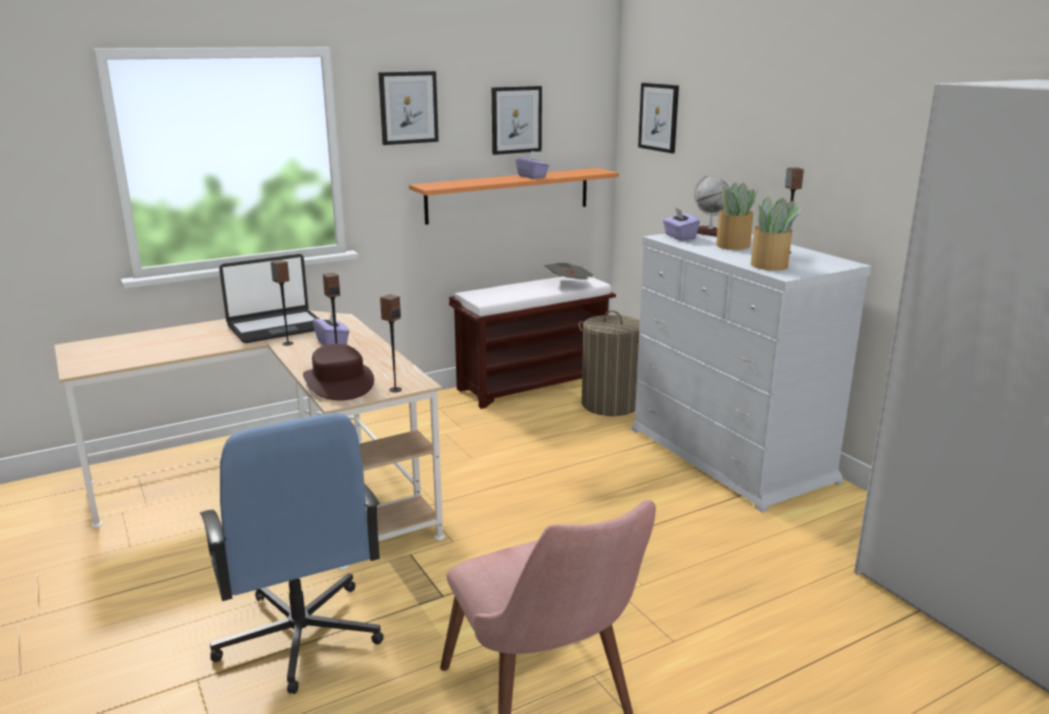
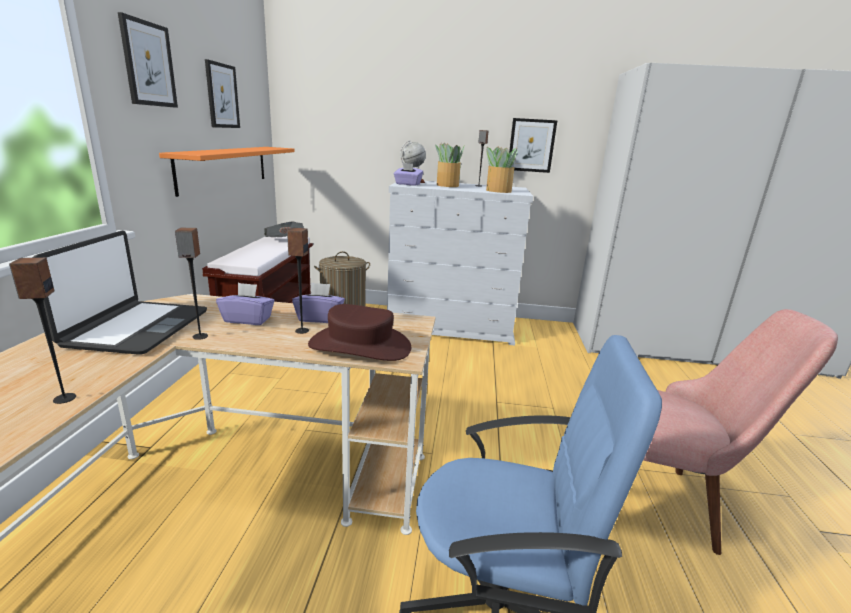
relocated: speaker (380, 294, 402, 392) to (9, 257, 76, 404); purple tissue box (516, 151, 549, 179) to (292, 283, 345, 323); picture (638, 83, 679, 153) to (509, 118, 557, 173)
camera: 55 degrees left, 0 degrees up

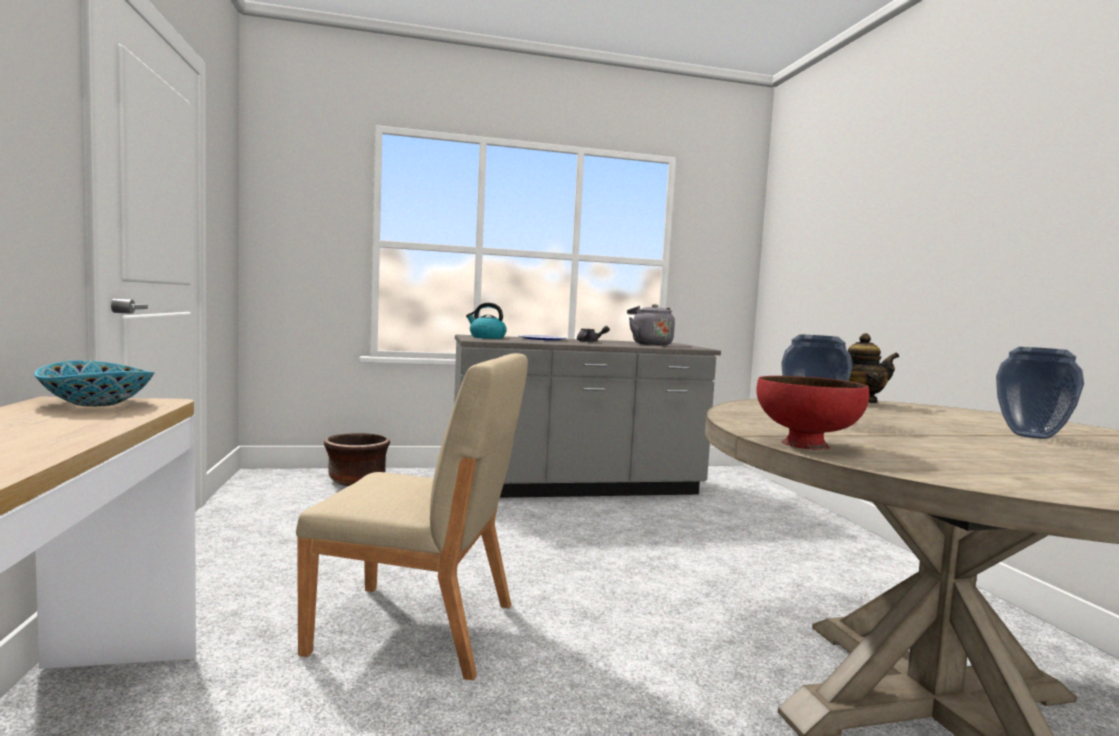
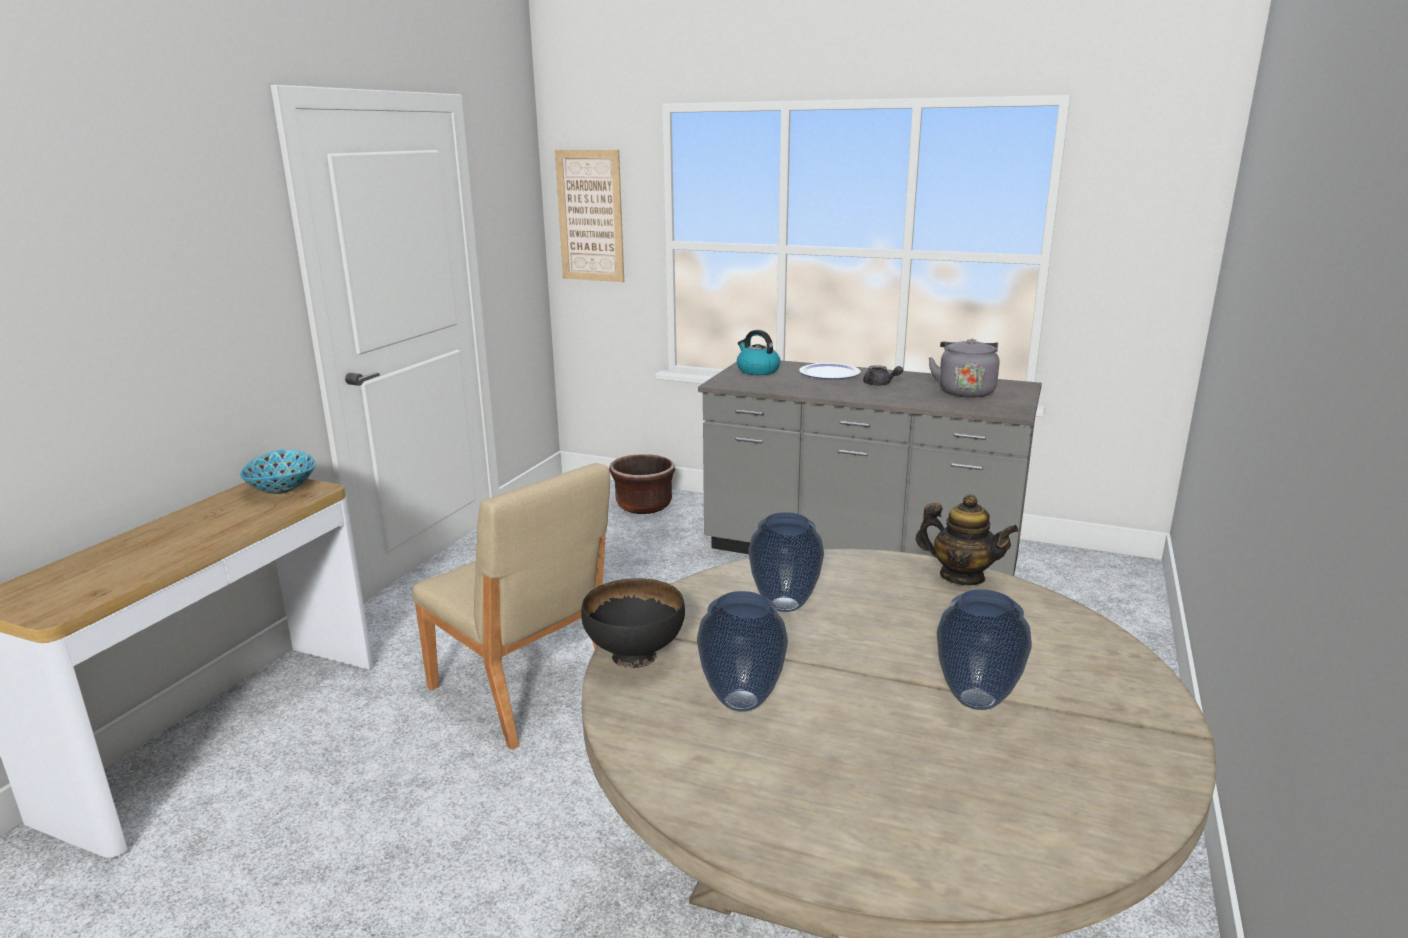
appeared: picture (555, 150, 624, 282); vase (697, 591, 788, 711)
colour: red bowl (756, 376, 869, 449) to black bowl (581, 578, 685, 668)
camera: 35 degrees right, 15 degrees up

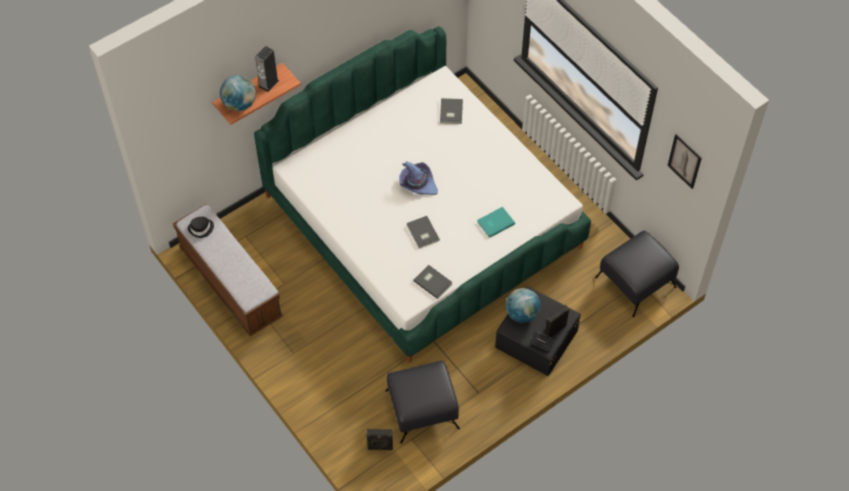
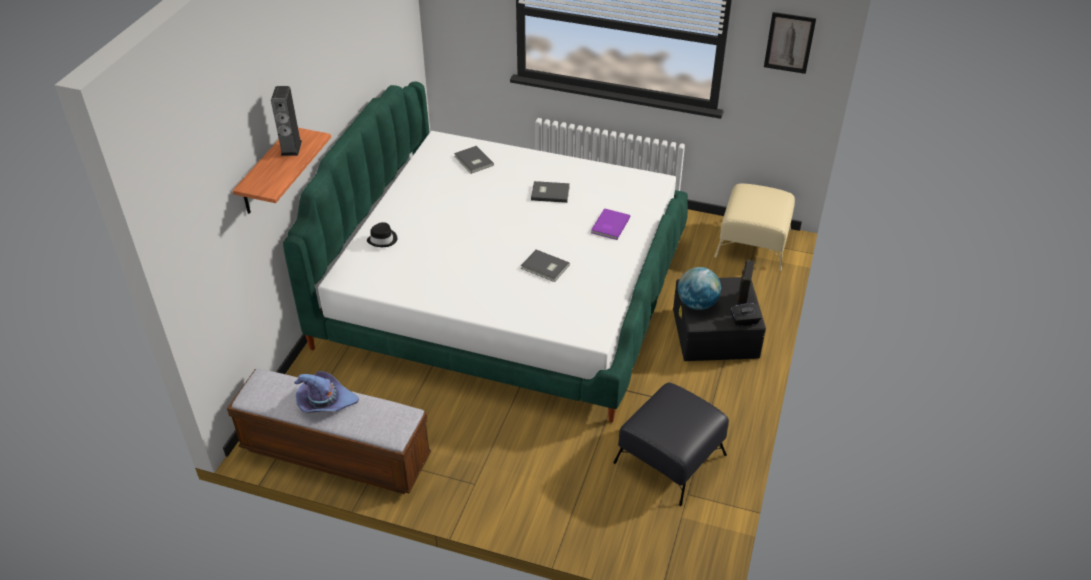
missing: globe (220, 75, 256, 111); black speaker (366, 429, 393, 451)
relocated: black hat (188, 216, 214, 238) to (367, 222, 397, 247); purple hat (399, 161, 438, 195) to (294, 371, 359, 412); grey book (413, 265, 452, 299) to (531, 181, 570, 203)
colour: turquoise book (477, 207, 515, 238) to purple book (591, 208, 630, 240); black ottoman (595, 231, 679, 317) to beige ottoman (714, 184, 795, 271)
camera: 35 degrees left, 15 degrees down

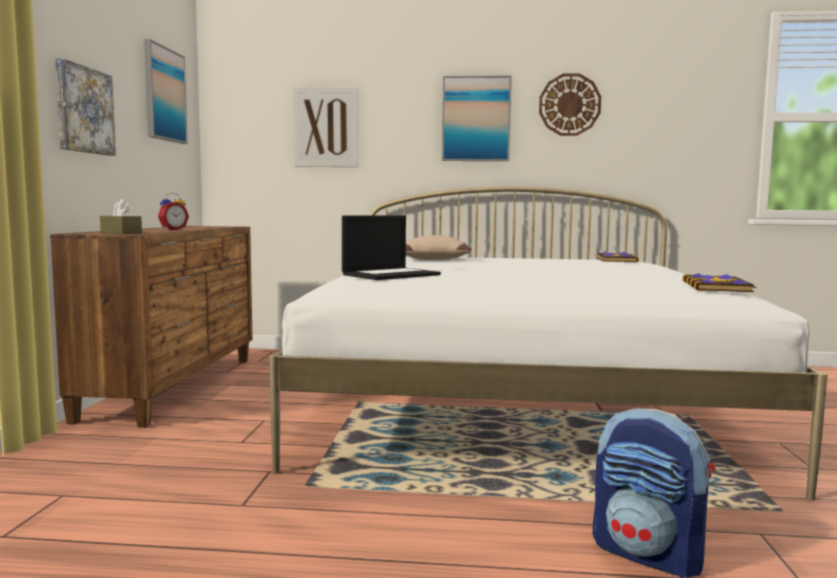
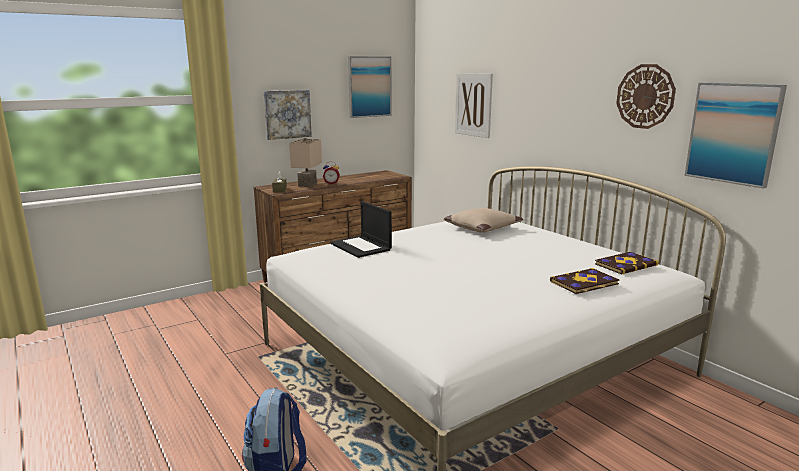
appeared: beige table lamp (289, 138, 322, 187)
relocated: picture (442, 75, 512, 161) to (684, 83, 787, 189); book (682, 273, 757, 292) to (550, 268, 619, 294)
spun: laptop (342, 216, 441, 280) = (330, 201, 392, 258) 45 degrees clockwise
camera: 50 degrees right, 10 degrees up

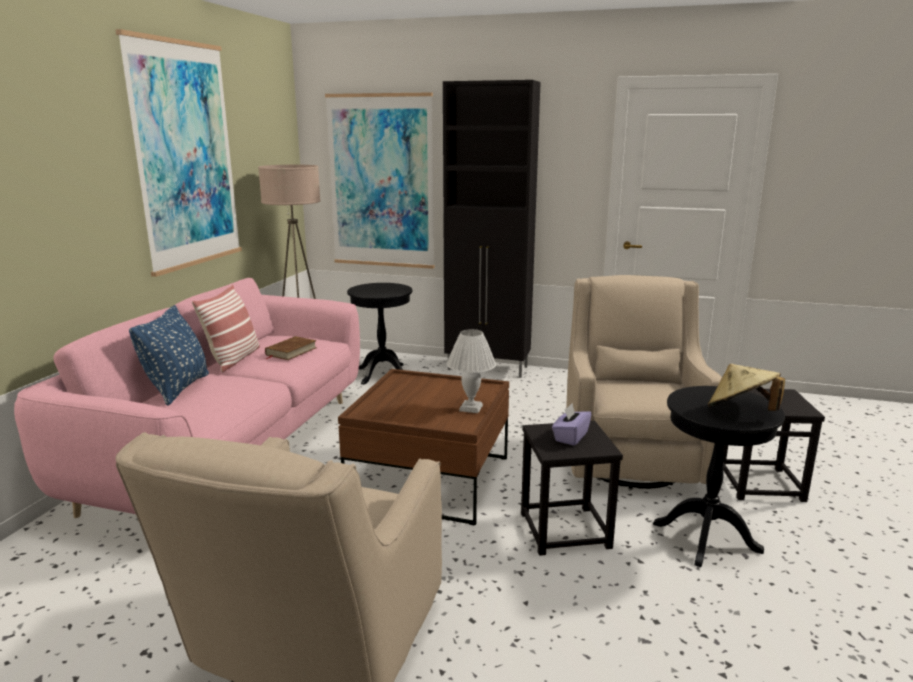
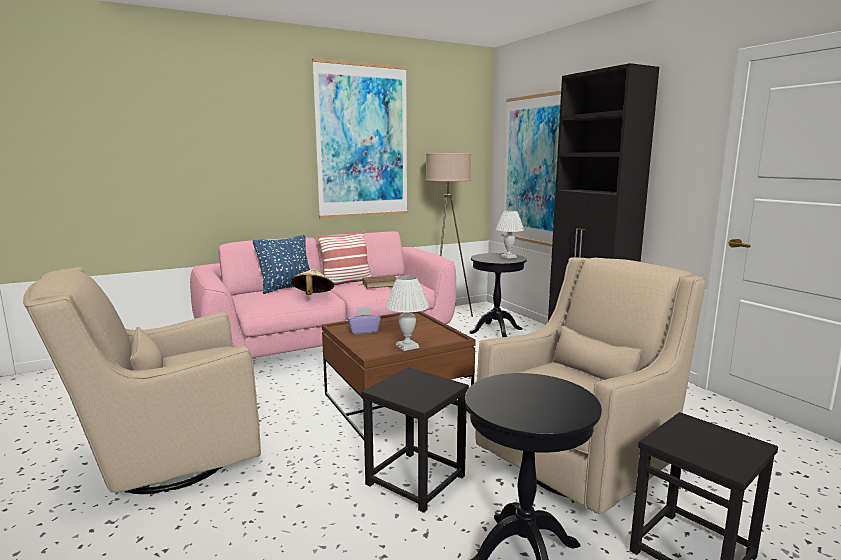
appeared: white table lamp (495, 210, 524, 259)
relocated: purple tissue box (552, 403, 592, 446) to (347, 307, 381, 334); beige hat (708, 364, 785, 411) to (291, 269, 334, 295)
camera: 45 degrees right, 5 degrees down

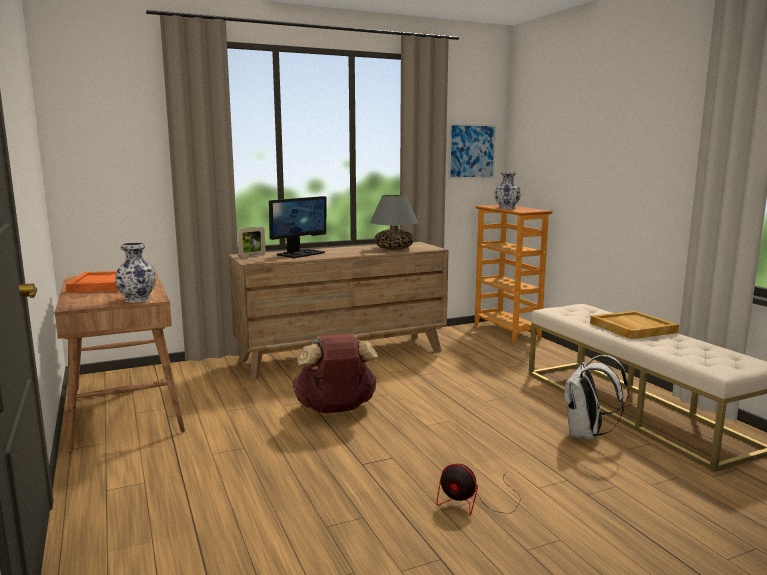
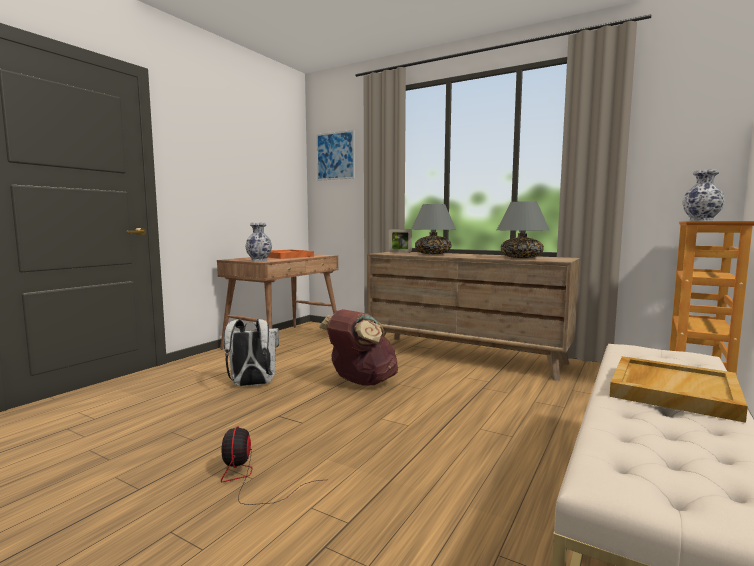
relocated: picture (448, 123, 496, 179) to (316, 130, 355, 181); white backpack (563, 355, 629, 440) to (224, 319, 279, 386)
exchanged: monitor (269, 196, 327, 258) to grey table lamp (411, 204, 456, 254)
camera: 55 degrees right, 5 degrees down

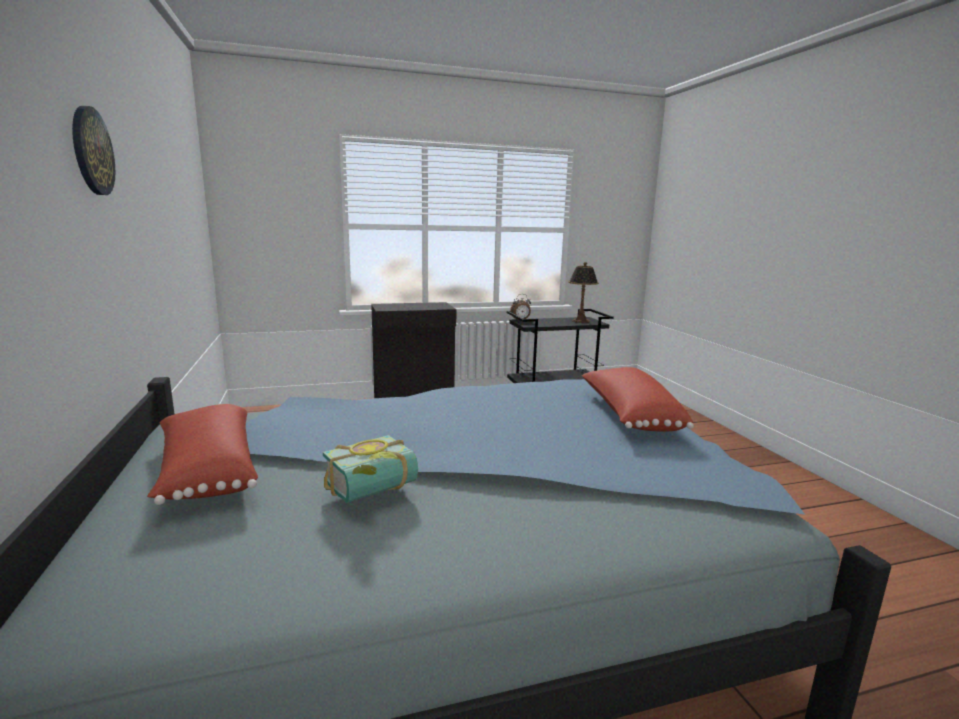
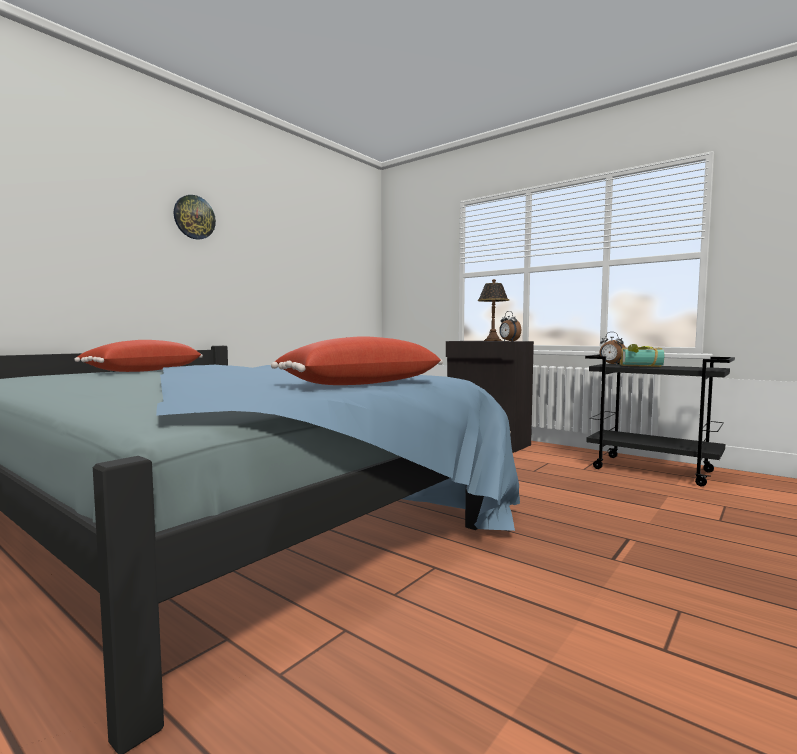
appeared: alarm clock (499, 311, 521, 342)
relocated: book (323, 435, 418, 503) to (620, 344, 664, 367); table lamp (568, 262, 599, 323) to (478, 279, 509, 341)
camera: 55 degrees right, 10 degrees down

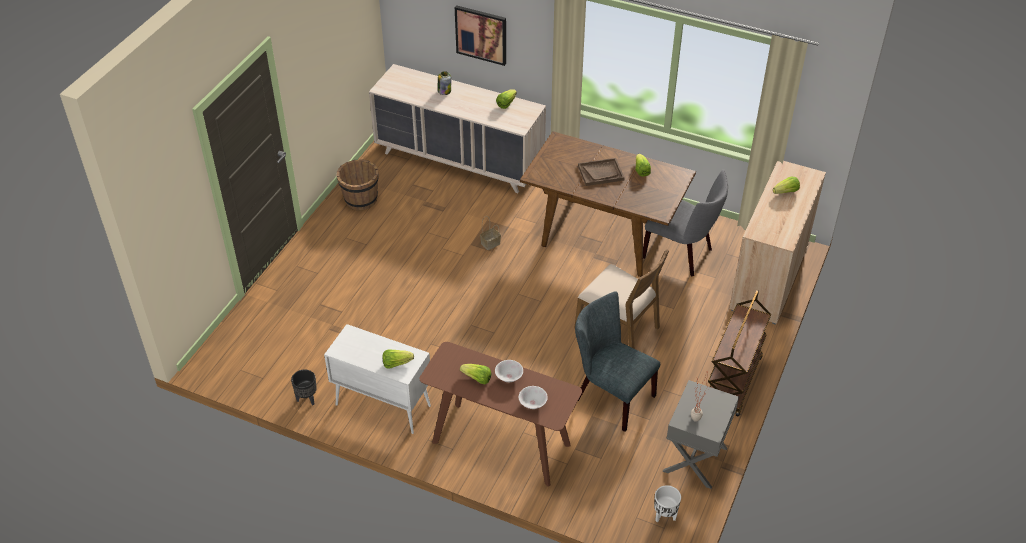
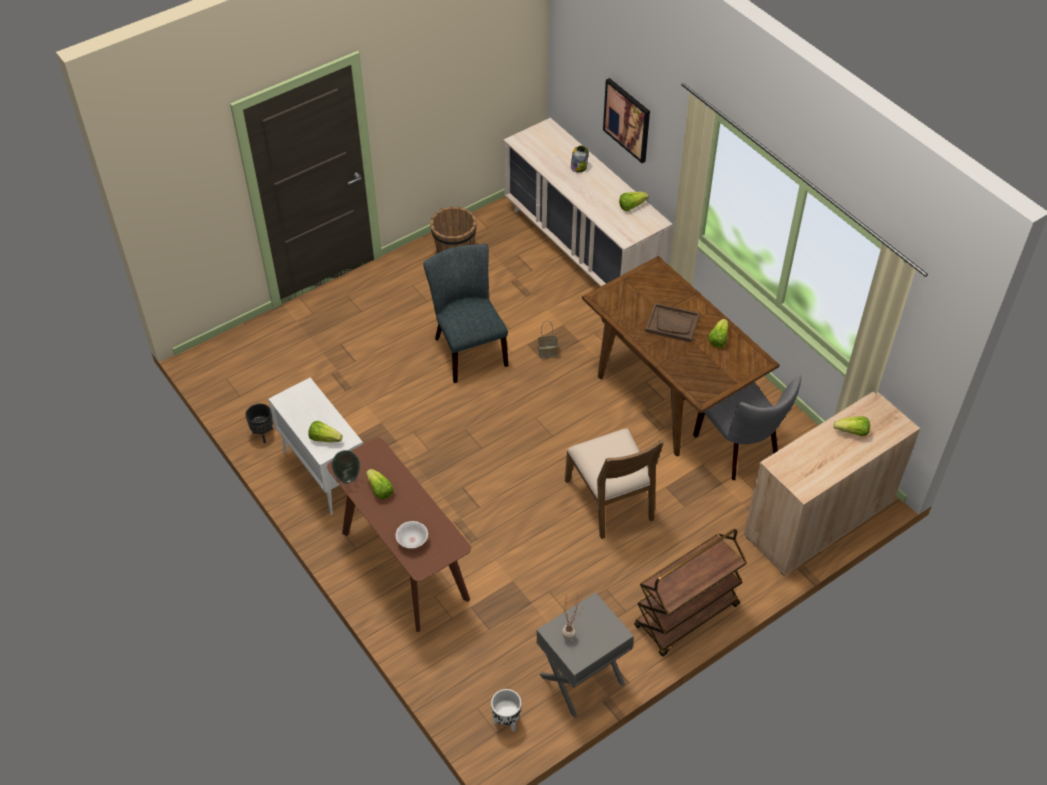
missing: white bowl (495, 360, 523, 382)
appeared: vase (331, 450, 360, 484)
relocated: grey chair (575, 291, 660, 432) to (423, 244, 508, 383)
camera: 30 degrees right, 5 degrees up

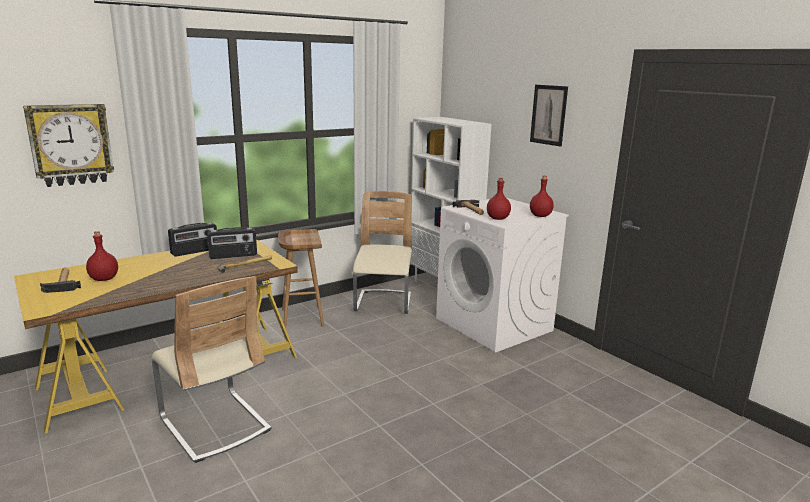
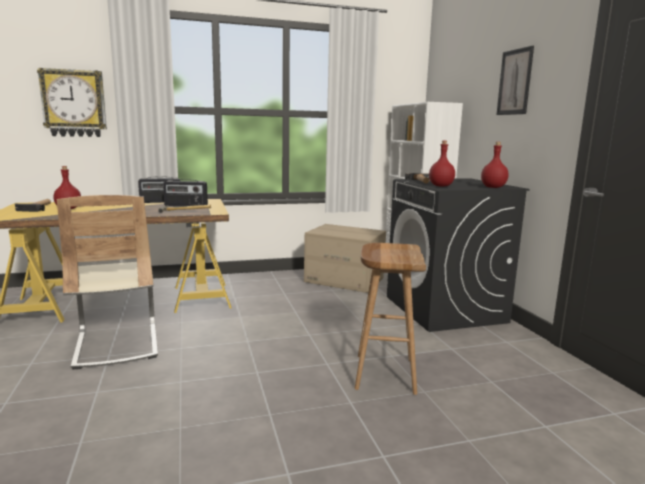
relocated: brown stool (278, 229, 324, 328) to (355, 243, 426, 395)
exchanged: beige chair (353, 191, 412, 314) to cardboard box (304, 224, 386, 293)
colour: white washing machine (436, 198, 569, 352) to black washing machine (387, 178, 530, 332)
camera: 20 degrees right, 5 degrees down

